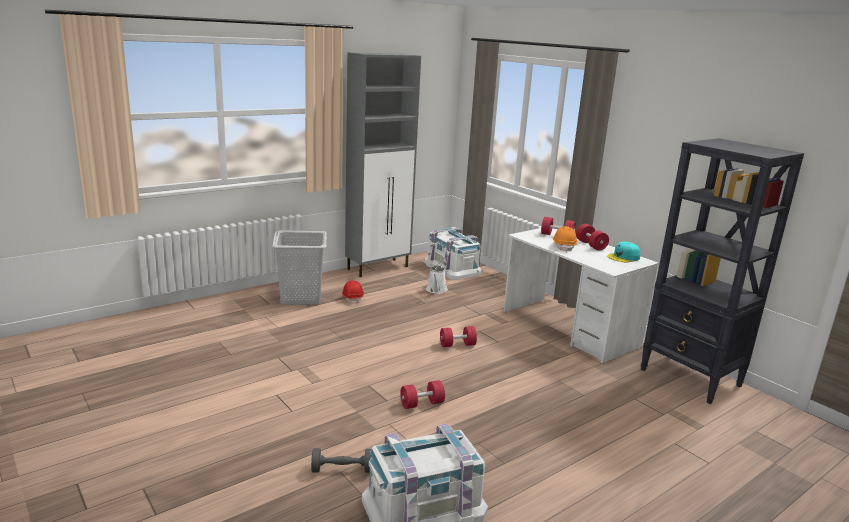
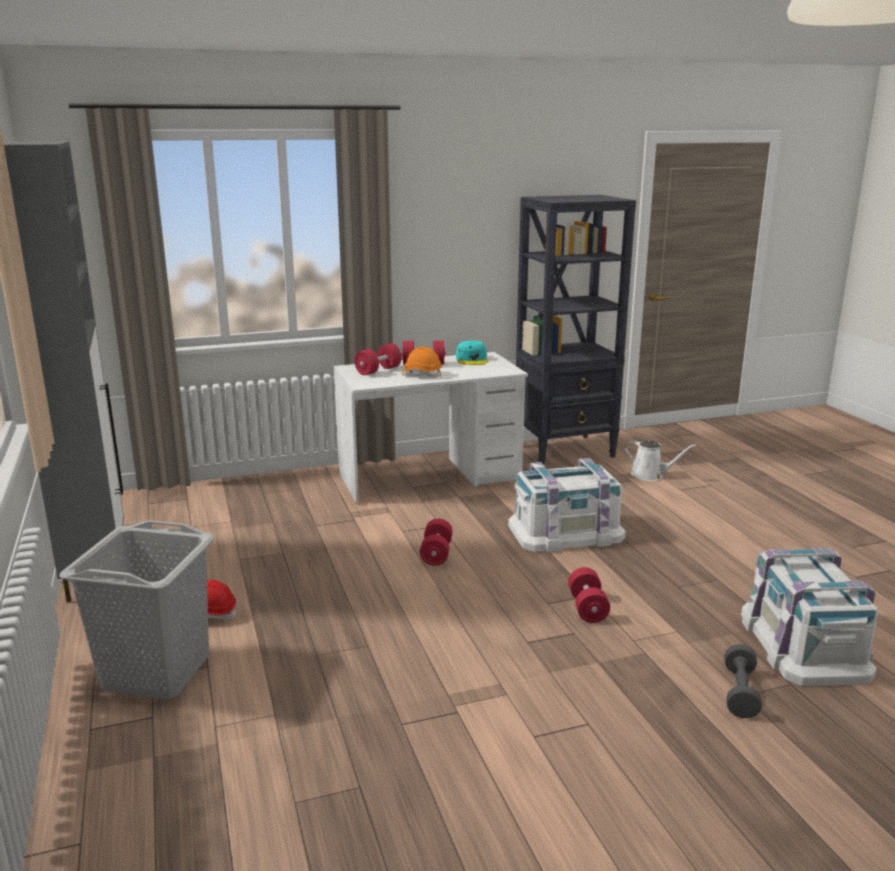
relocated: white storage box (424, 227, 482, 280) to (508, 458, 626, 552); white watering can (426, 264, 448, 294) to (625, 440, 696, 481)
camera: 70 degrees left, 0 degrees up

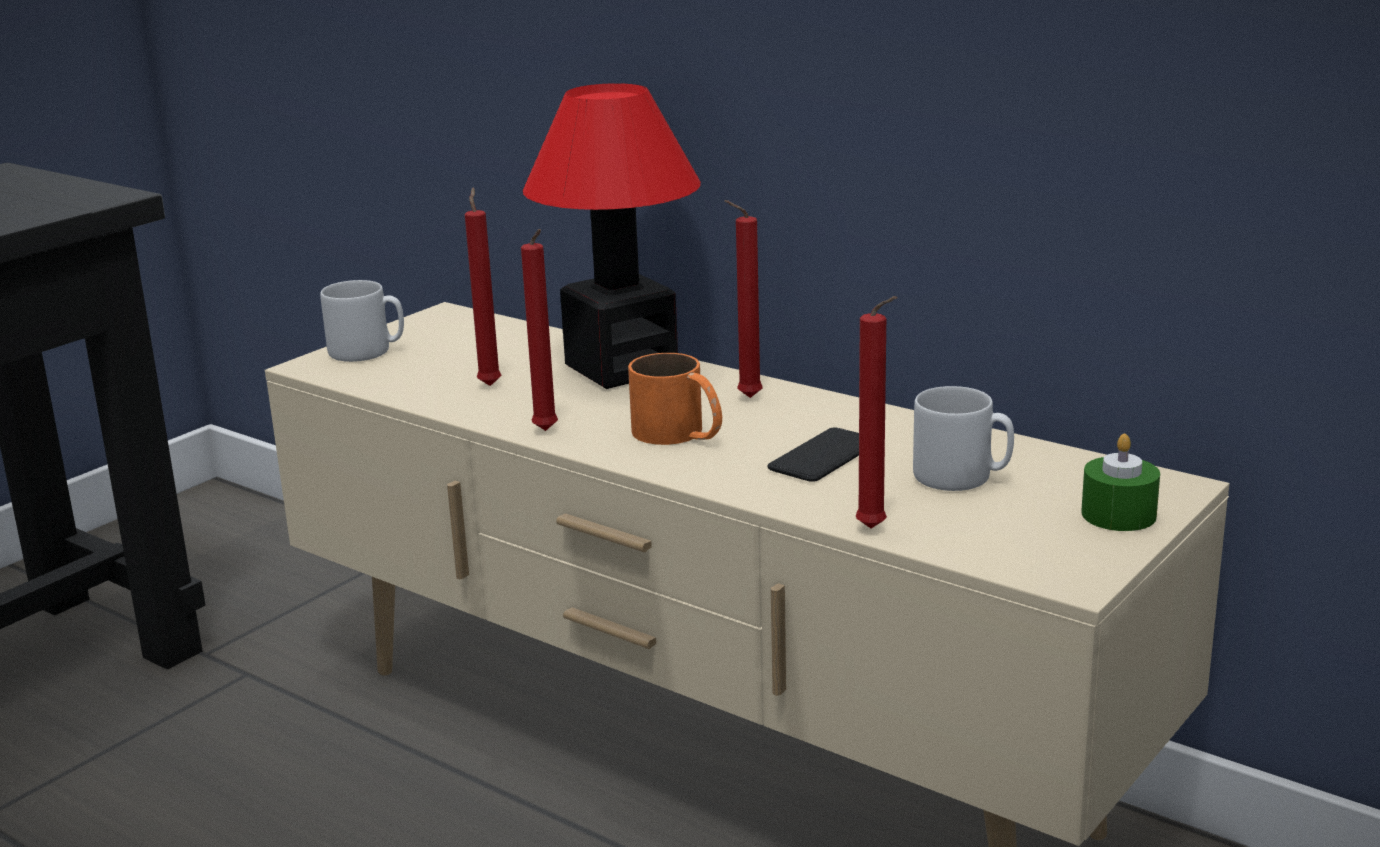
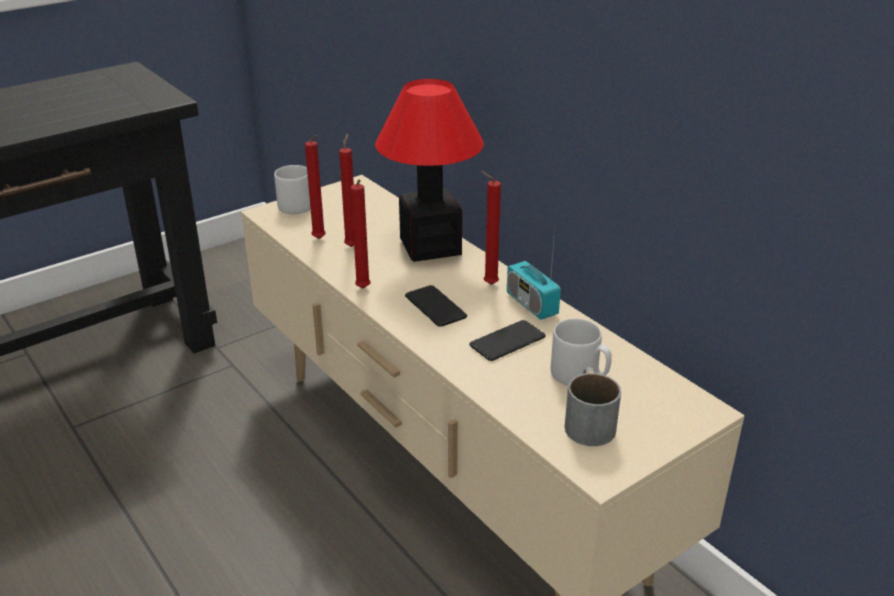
missing: green candle (1081, 434, 1160, 531)
appeared: radio (507, 225, 561, 320); grey mug (565, 367, 621, 446)
relocated: red candle (856, 296, 898, 528) to (305, 135, 326, 239)
exchanged: orange mug (628, 353, 722, 445) to phone (405, 285, 467, 327)
camera: 15 degrees right, 10 degrees up

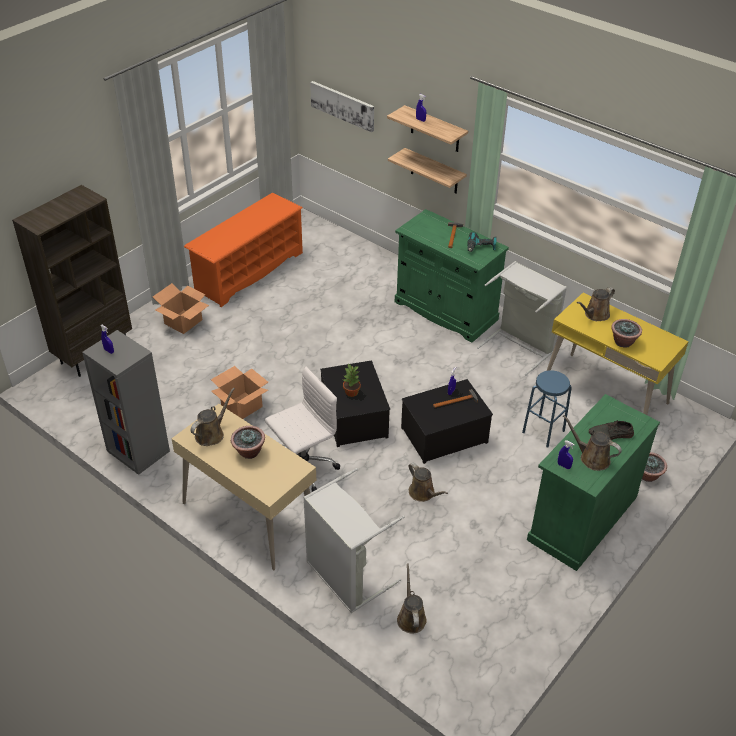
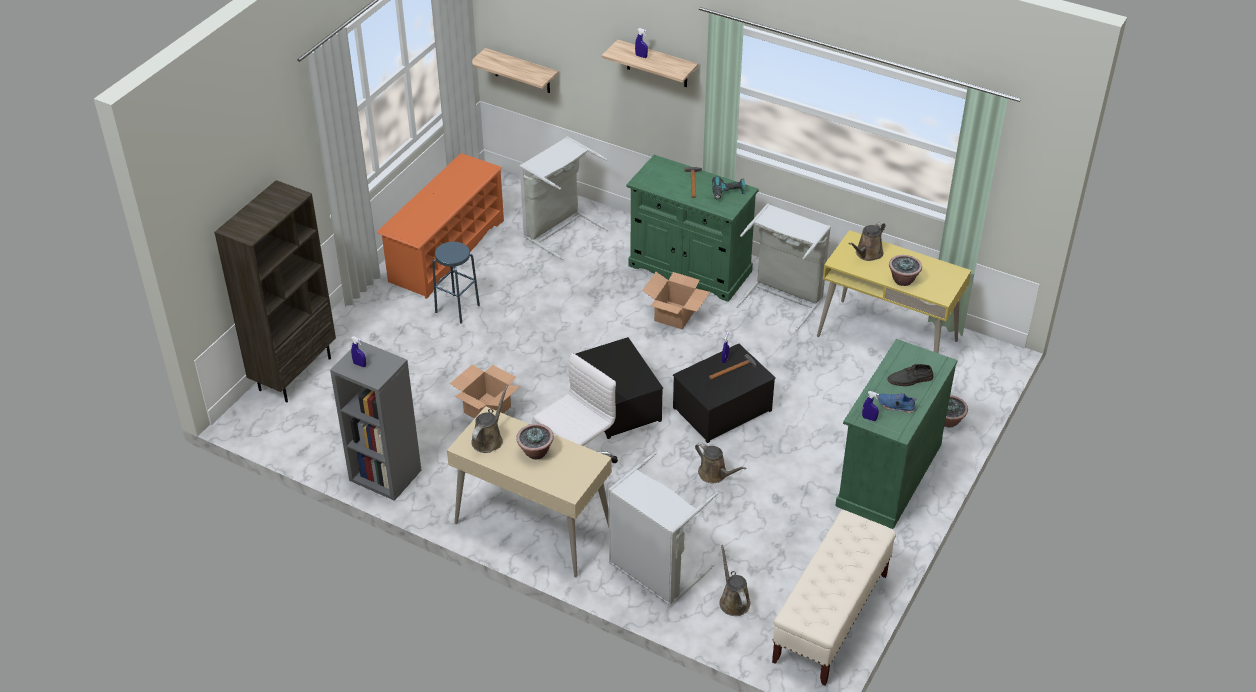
missing: picture (310, 81, 374, 132); potted plant (343, 364, 361, 397)
appeared: grey laundry basket (520, 136, 608, 260); beige bench (772, 510, 896, 685)
relocated: cardboard box (153, 283, 209, 334) to (642, 272, 710, 330); shelf (388, 148, 467, 194) to (472, 48, 559, 93); blue stool (522, 370, 572, 448) to (432, 242, 480, 324)
exchanged: brown watering can (563, 415, 622, 471) to blue shoe (878, 393, 916, 413)
camera: 10 degrees left, 0 degrees up

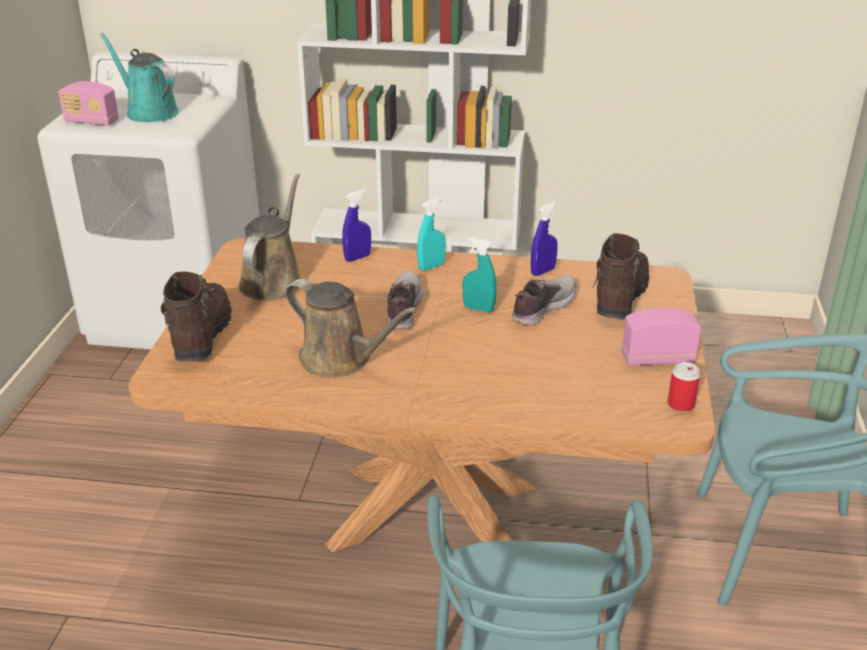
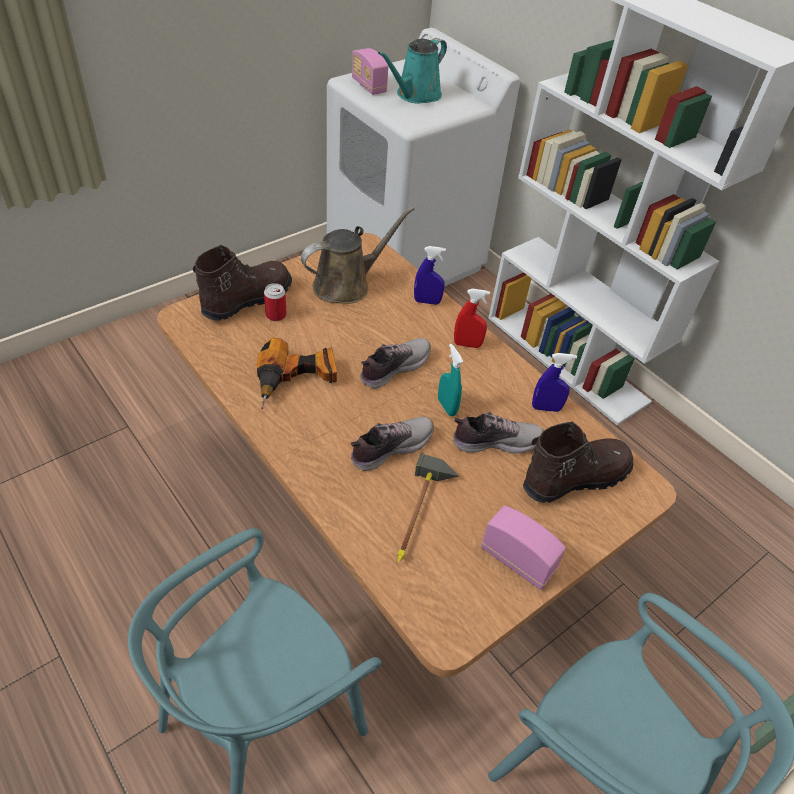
appeared: shoe (351, 417, 434, 471); hammer (398, 453, 459, 563)
relocated: can (668, 362, 700, 412) to (264, 283, 286, 321)
exchanged: brown watering can (285, 279, 418, 378) to power drill (257, 338, 337, 409)
colour: turquoise spray bottle (417, 197, 446, 271) to red spray bottle (454, 289, 490, 348)
spun: turquoise watering can (100, 33, 179, 122) = (378, 38, 447, 104) 135 degrees counterclockwise
camera: 40 degrees right, 15 degrees up

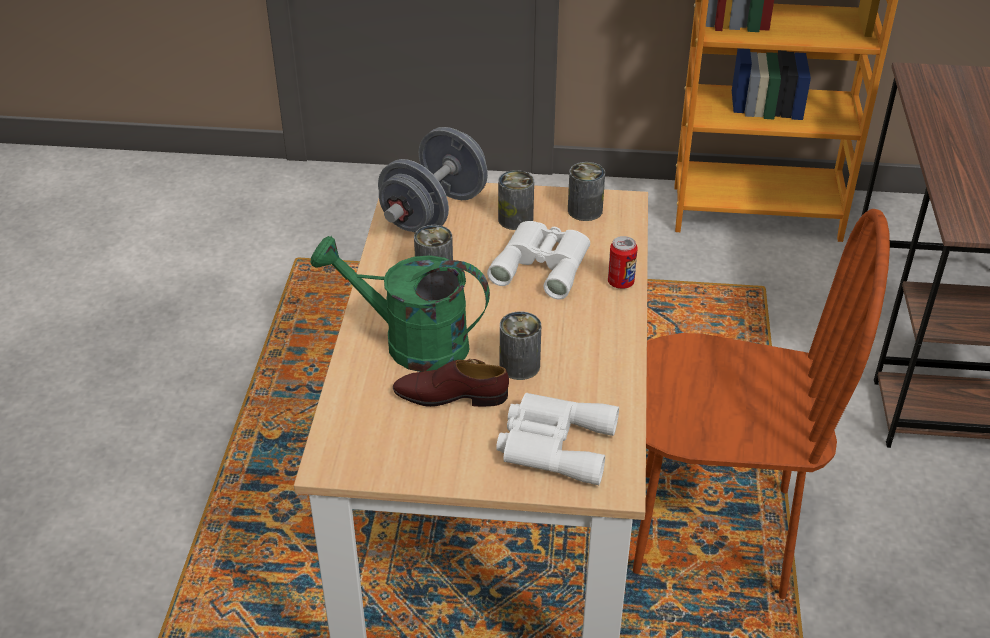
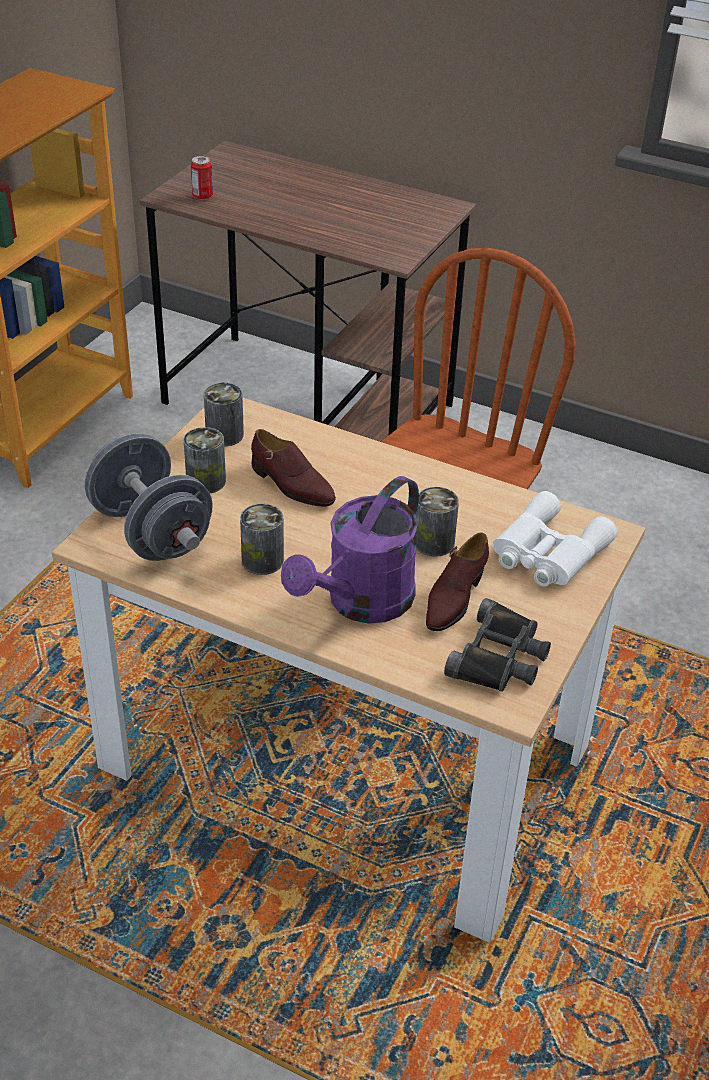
appeared: black binoculars (444, 598, 551, 692)
relocated: can (608, 236, 638, 289) to (191, 156, 213, 200)
exchanged: white binoculars (487, 221, 590, 300) to brown shoe (251, 429, 336, 507)
colour: green watering can (310, 236, 490, 372) to purple watering can (281, 476, 419, 623)
camera: 70 degrees left, 0 degrees up

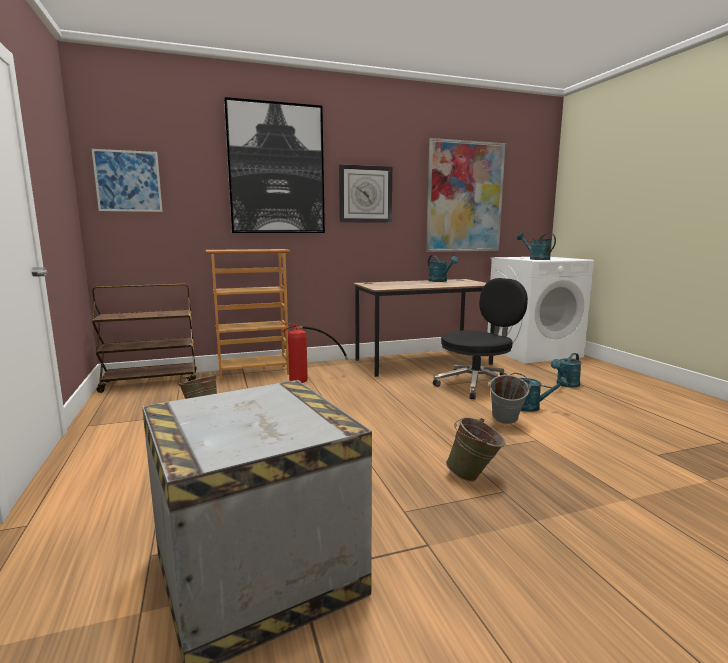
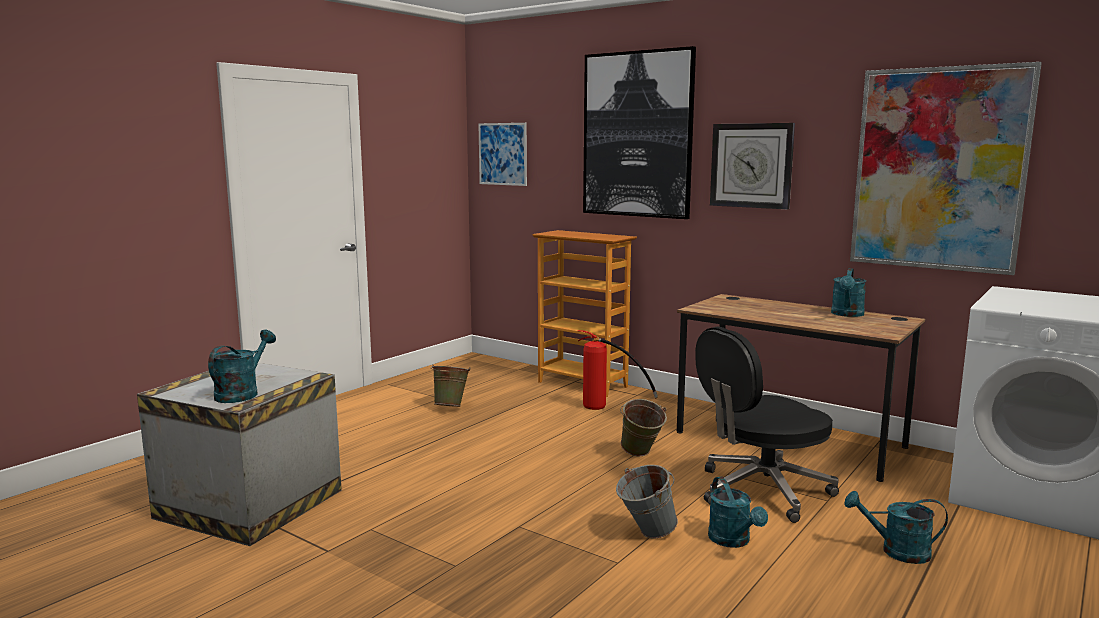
missing: brown cart (92, 284, 197, 393)
relocated: green bucket (446, 417, 505, 482) to (620, 399, 667, 456); turquoise watering can (517, 233, 556, 260) to (208, 330, 276, 403)
spun: black office chair (433, 278, 528, 400) = (695, 326, 839, 523) 135 degrees clockwise
camera: 55 degrees right, 0 degrees up

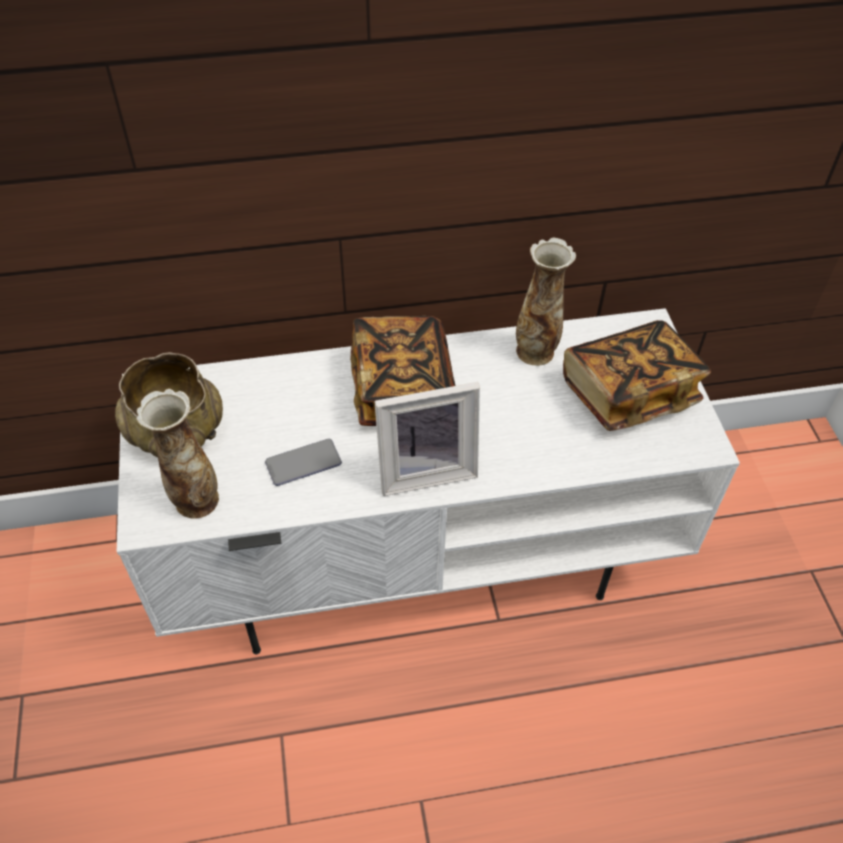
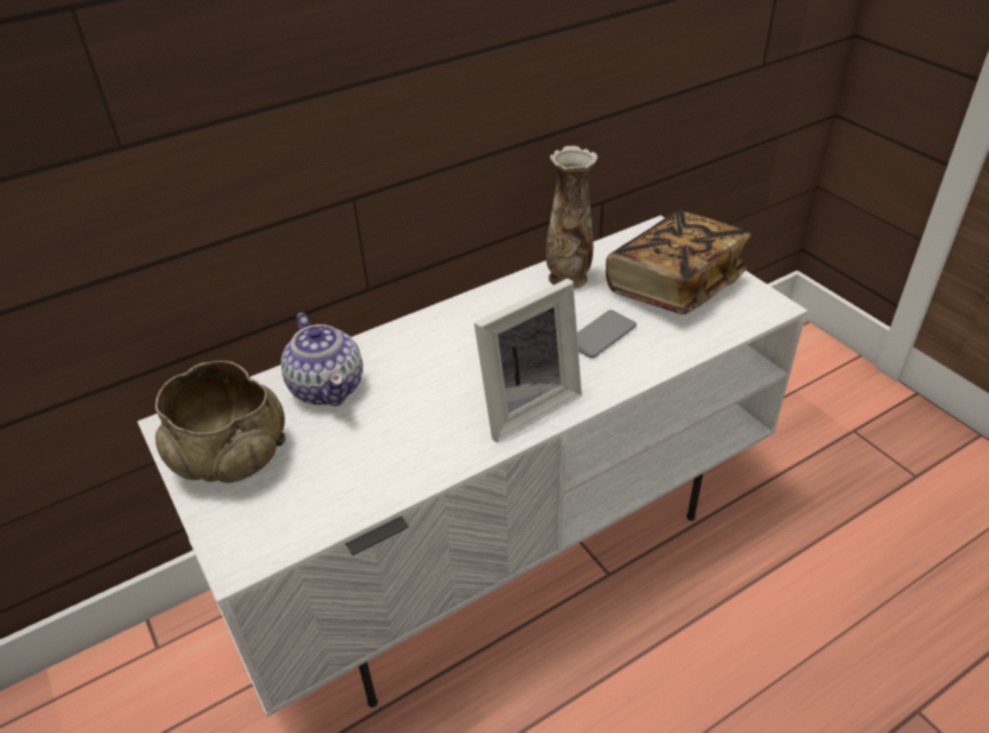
missing: vase (136, 389, 219, 518); book (350, 316, 456, 426)
appeared: teapot (281, 313, 363, 406)
relocated: phone (265, 439, 342, 486) to (577, 310, 637, 358)
camera: 20 degrees left, 10 degrees down

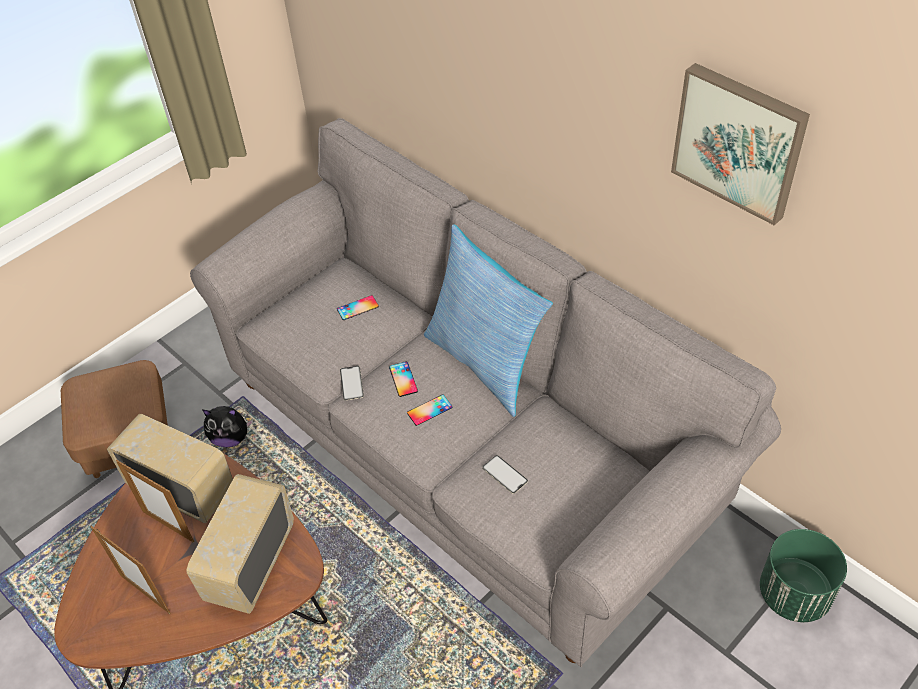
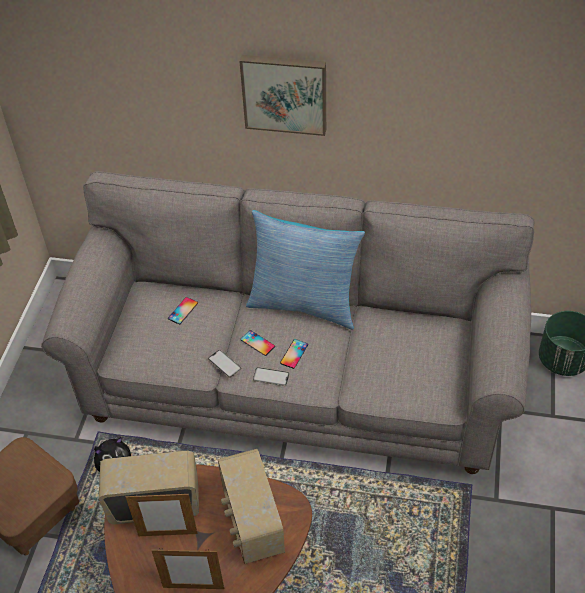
relocated: phone (482, 455, 528, 494) to (253, 367, 289, 386); picture (671, 63, 810, 226) to (240, 55, 326, 136)
camera: 35 degrees left, 0 degrees up

